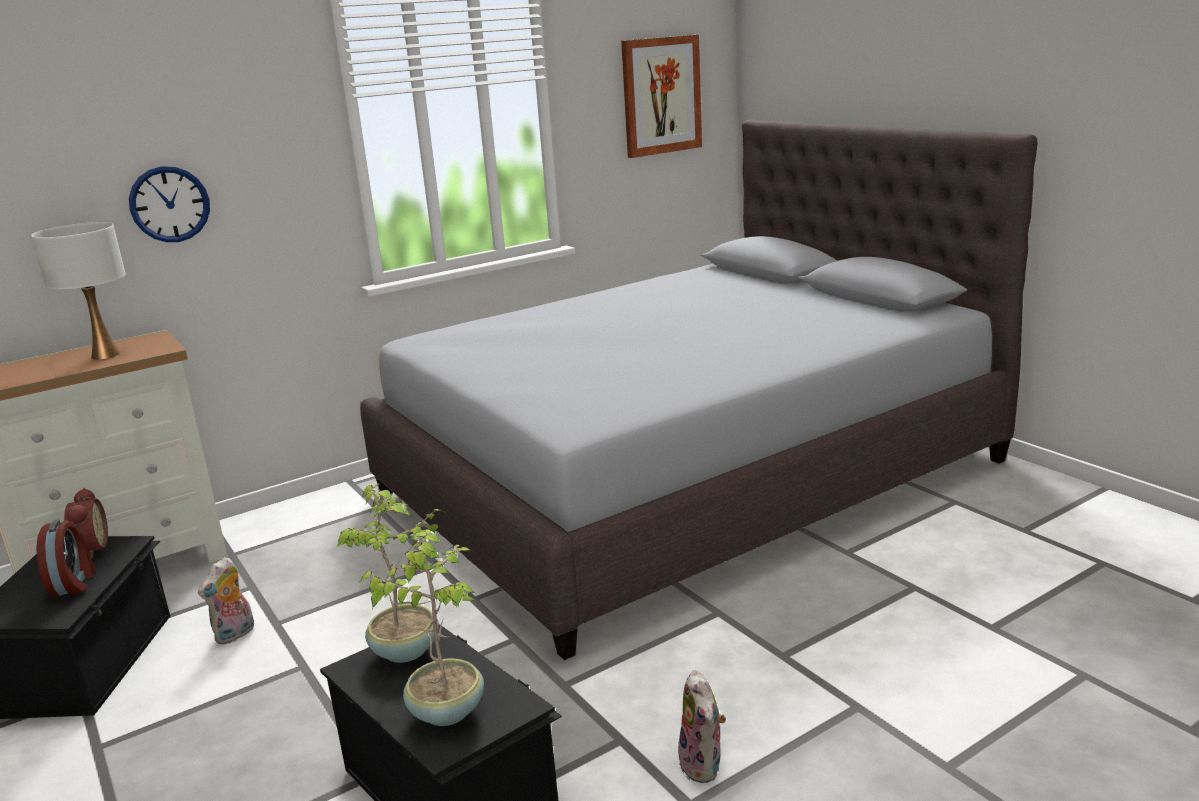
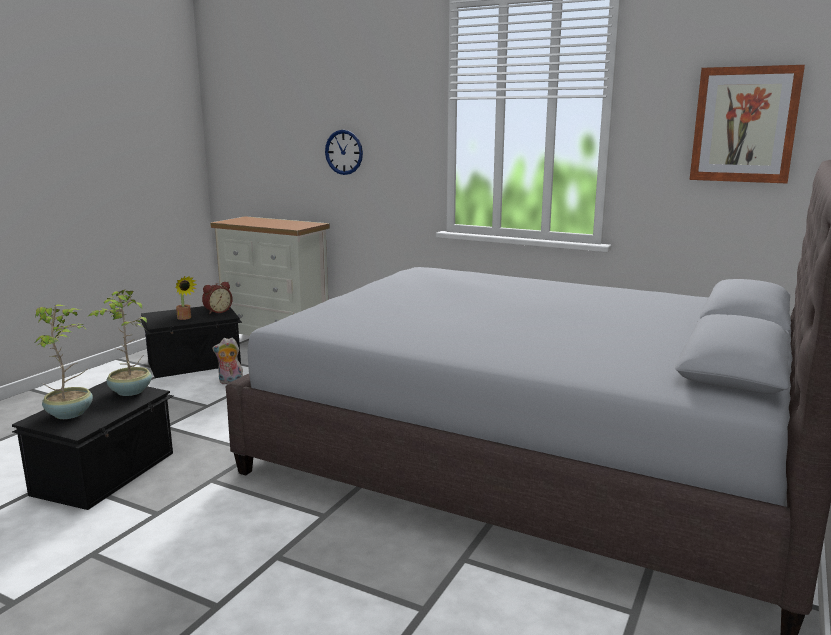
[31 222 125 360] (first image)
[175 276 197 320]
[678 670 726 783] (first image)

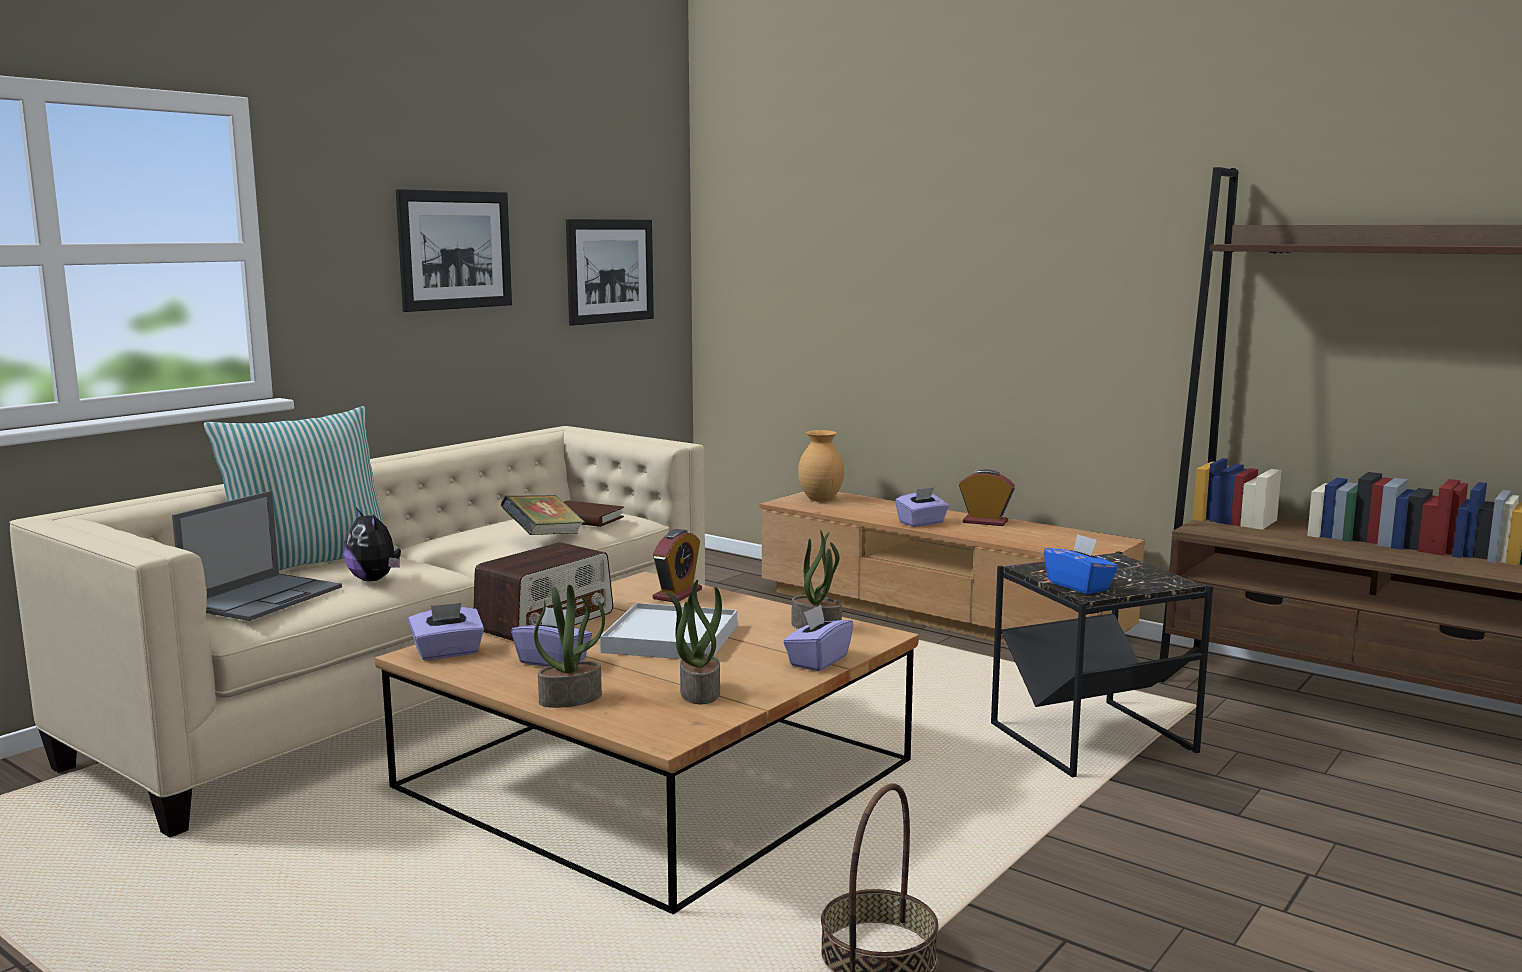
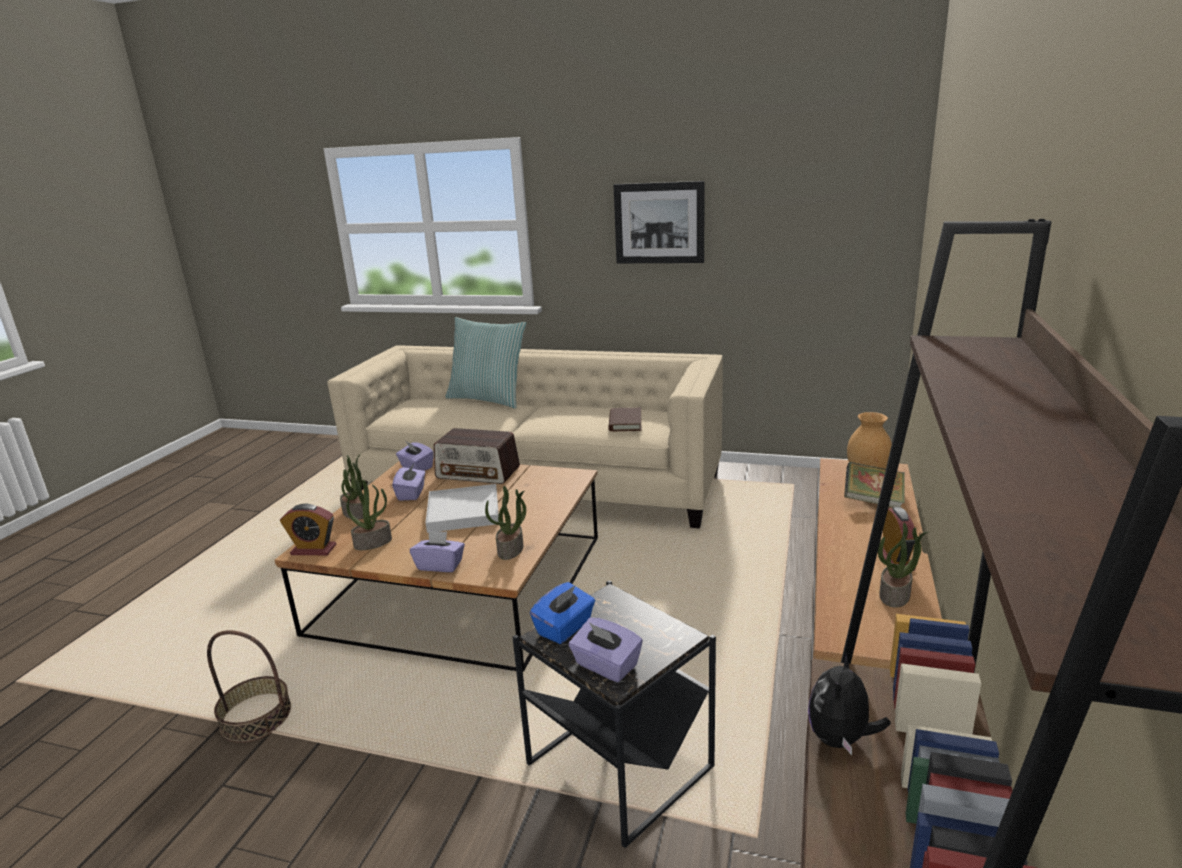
[172 491 342 621] (first image)
[808 651 891 755]
[844 462 905 508]
[566 219 654 326] (first image)
[280 503 336 555]
[569 617 643 682]
[878 523 929 608]

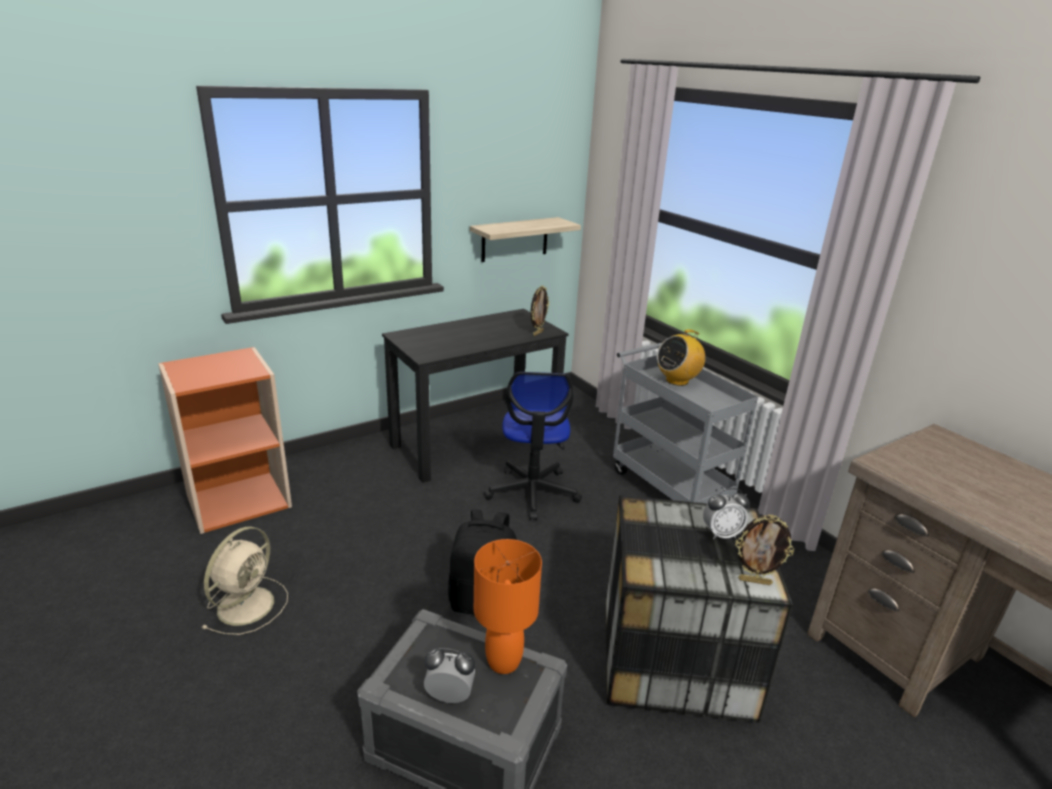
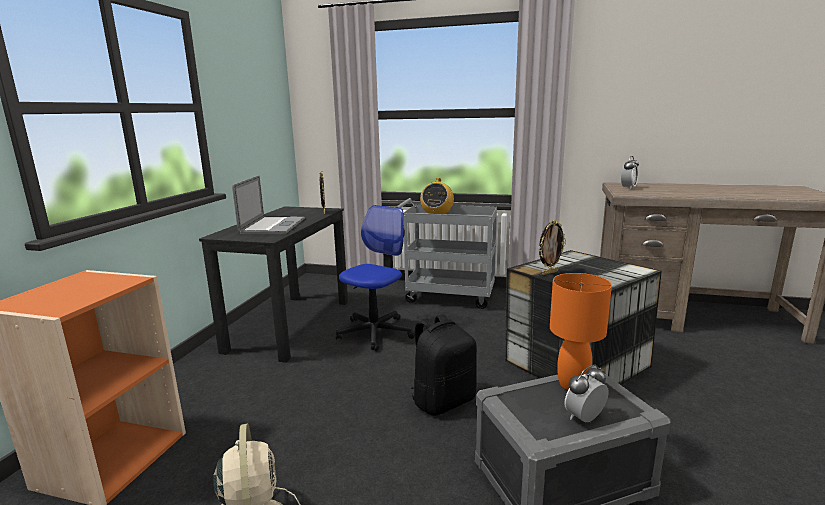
[470 217 581 262] (first image)
[336 205 415 351]
[621 156 639 189]
[539 220 566 275]
[232 175 305 234]

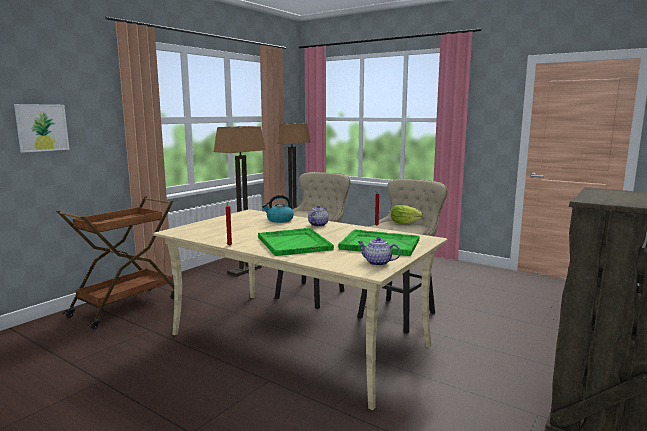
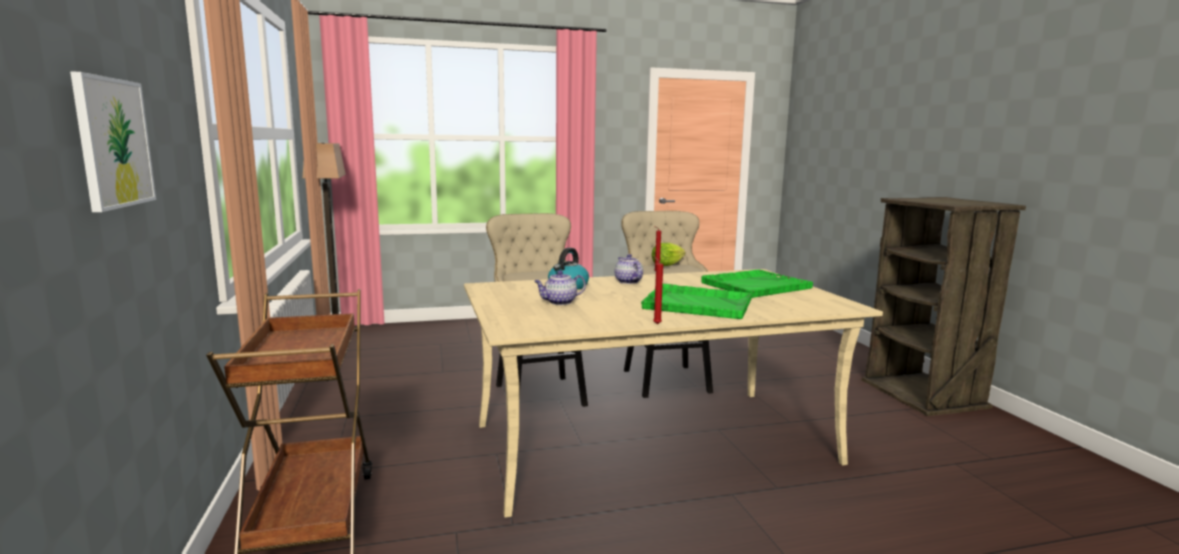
[214 126 266 277] (first image)
[534 270 586 305]

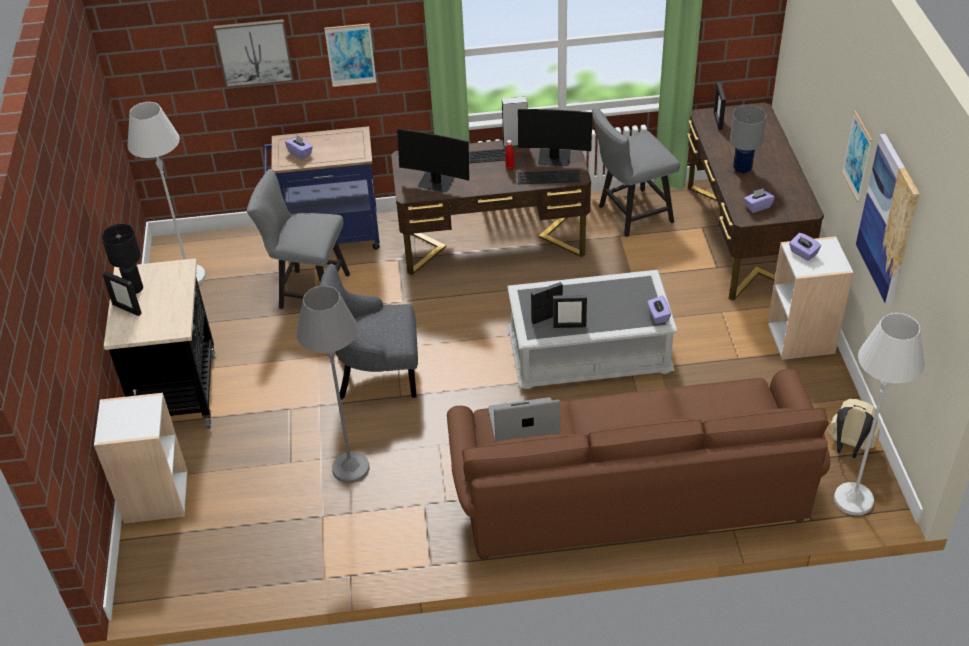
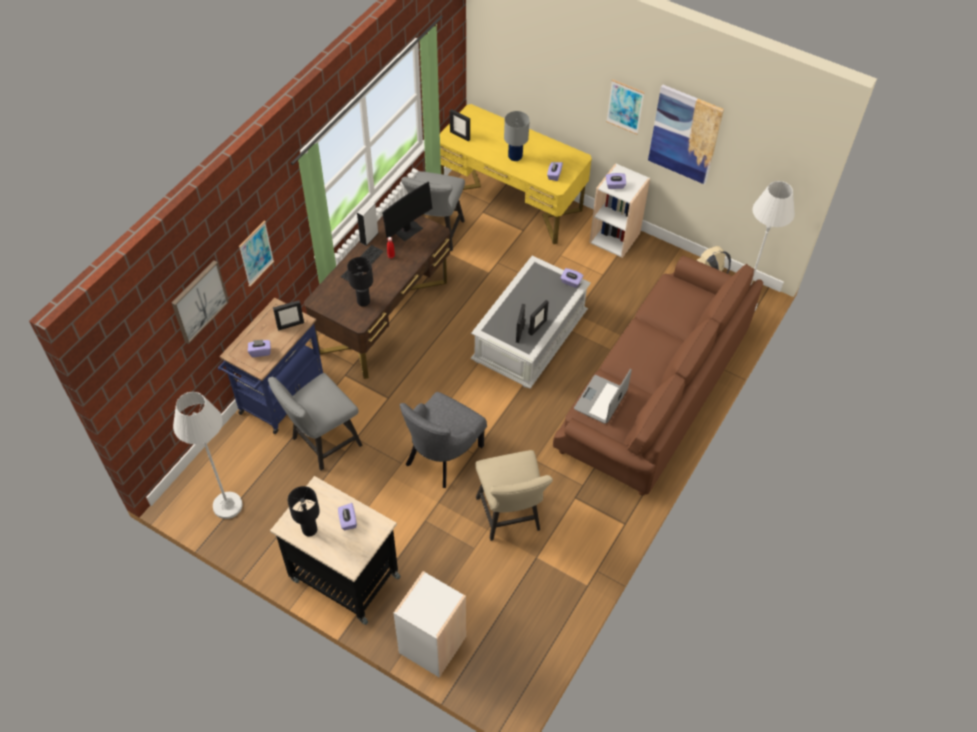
[273 300 304 331]
[475 450 553 541]
[347 257 373 307]
[518 170 580 184] (first image)
[440 104 592 244]
[338 503 357 530]

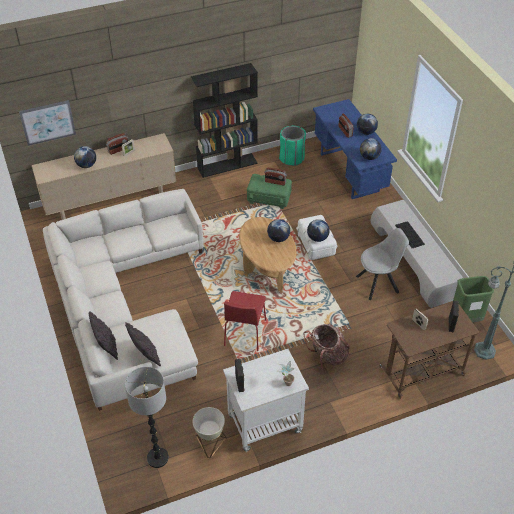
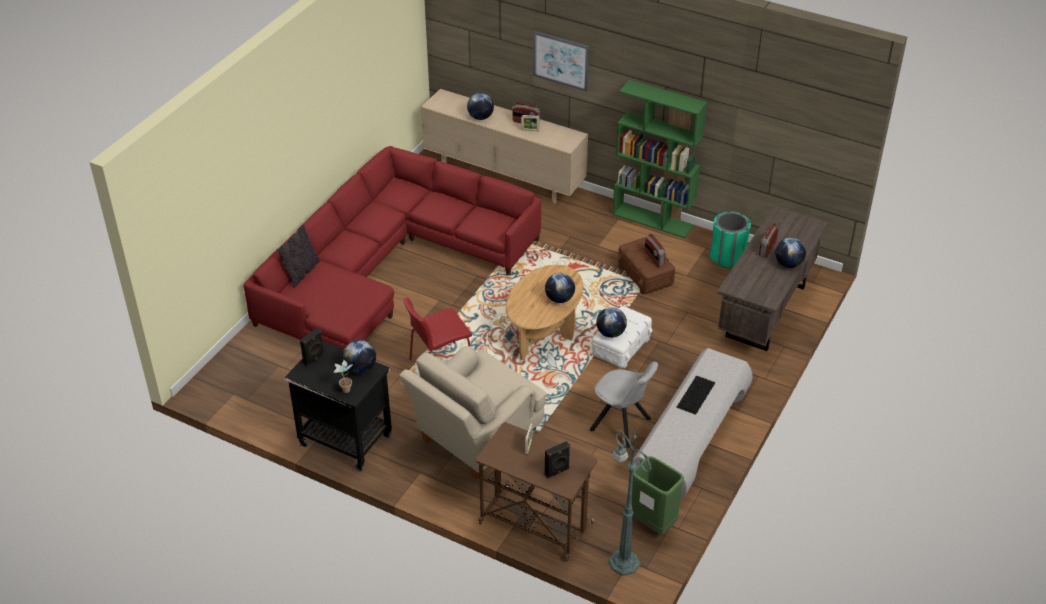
[533 31 589 92]
[243 146 541 349]
[125 322 161 366] (first image)
[125 367 169 468] (first image)
[612 80 707 238]
[193 407 226 458] (first image)
[284 341 392 471]
[617 237 675 295]
[399 346 546 480]
[717 206 828 351]
[342 340 376 374]

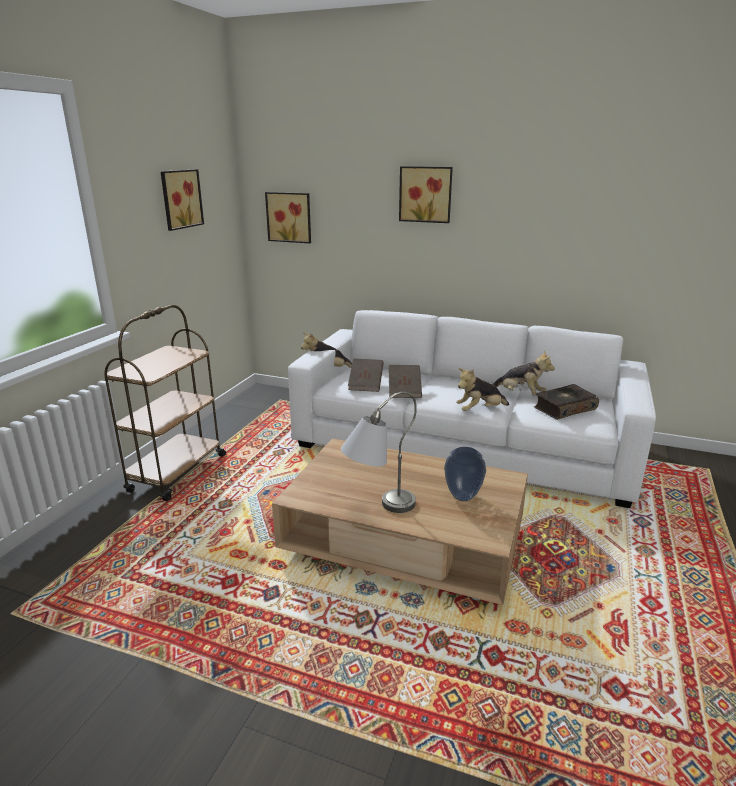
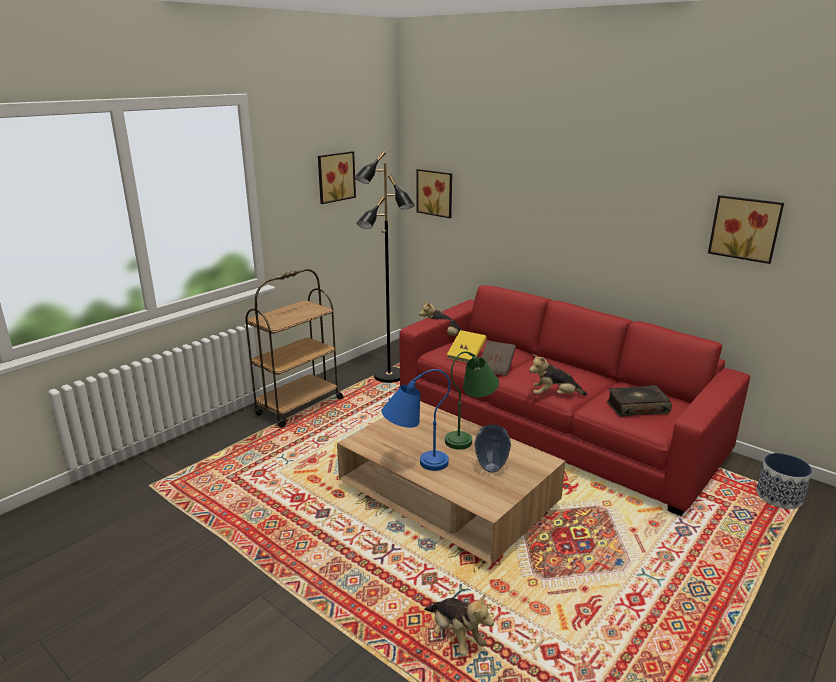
[399 285 750 516]
[381 369 450 471]
[447 330 487 363]
[708 195 784 264]
[424 594 494 656]
[354 151 415 383]
[445 351 499 450]
[756 453 812 509]

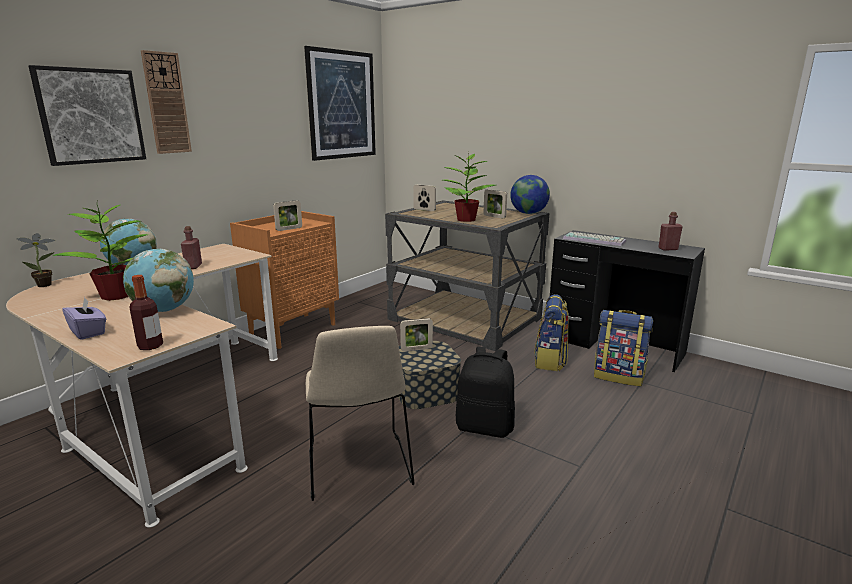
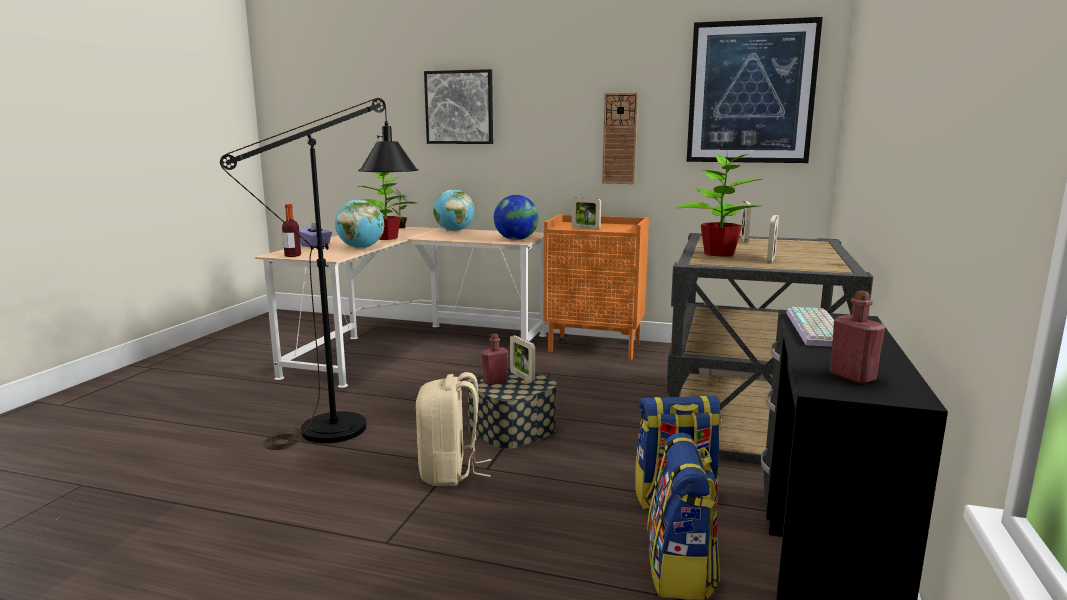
[602 93 638 184]
[482 333 508 385]
[220 98 419 450]
[416 372 491 486]
[494 195 539 240]

